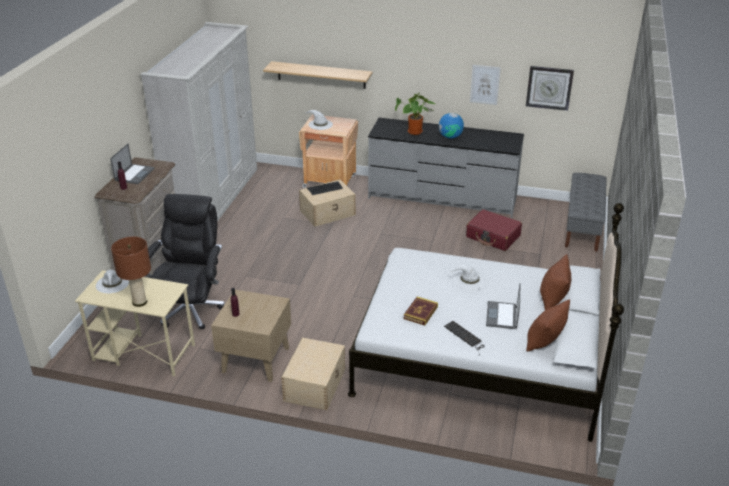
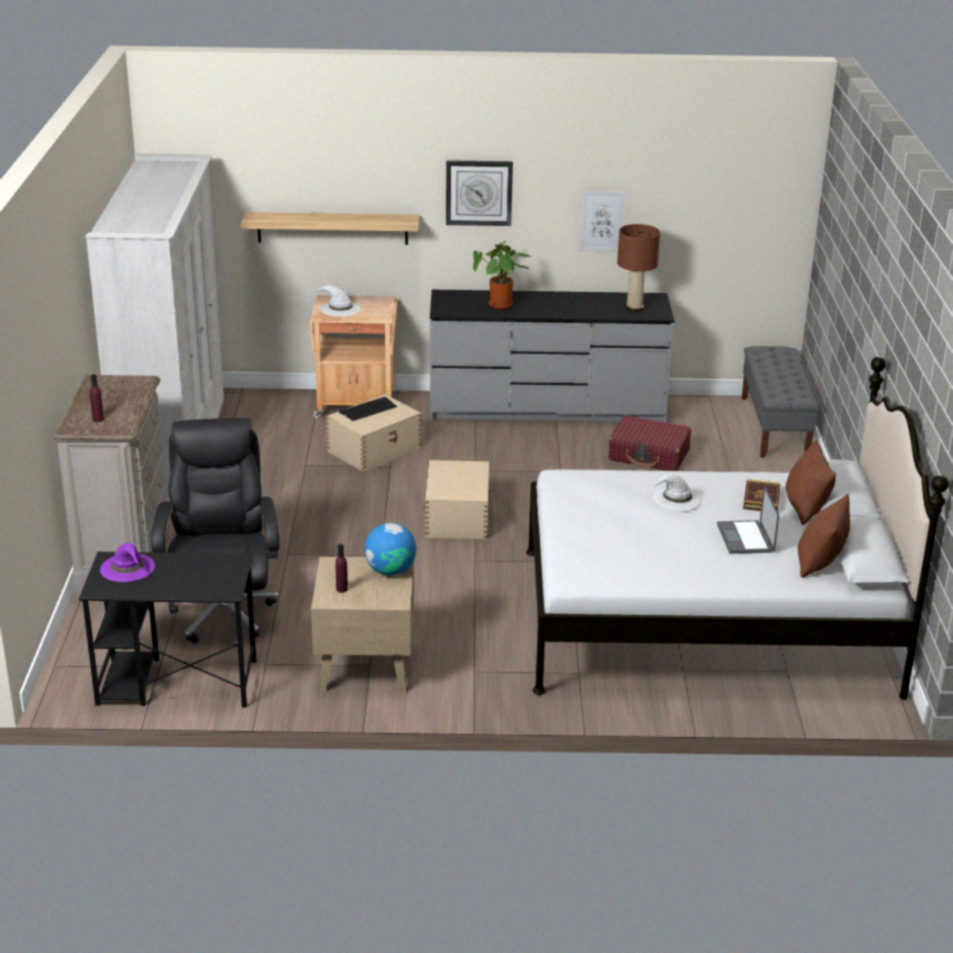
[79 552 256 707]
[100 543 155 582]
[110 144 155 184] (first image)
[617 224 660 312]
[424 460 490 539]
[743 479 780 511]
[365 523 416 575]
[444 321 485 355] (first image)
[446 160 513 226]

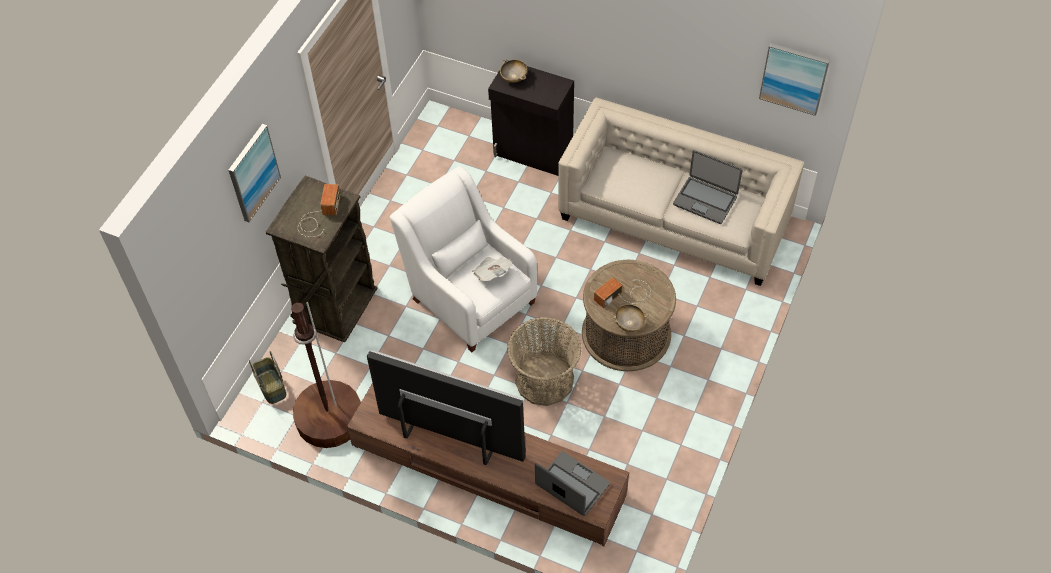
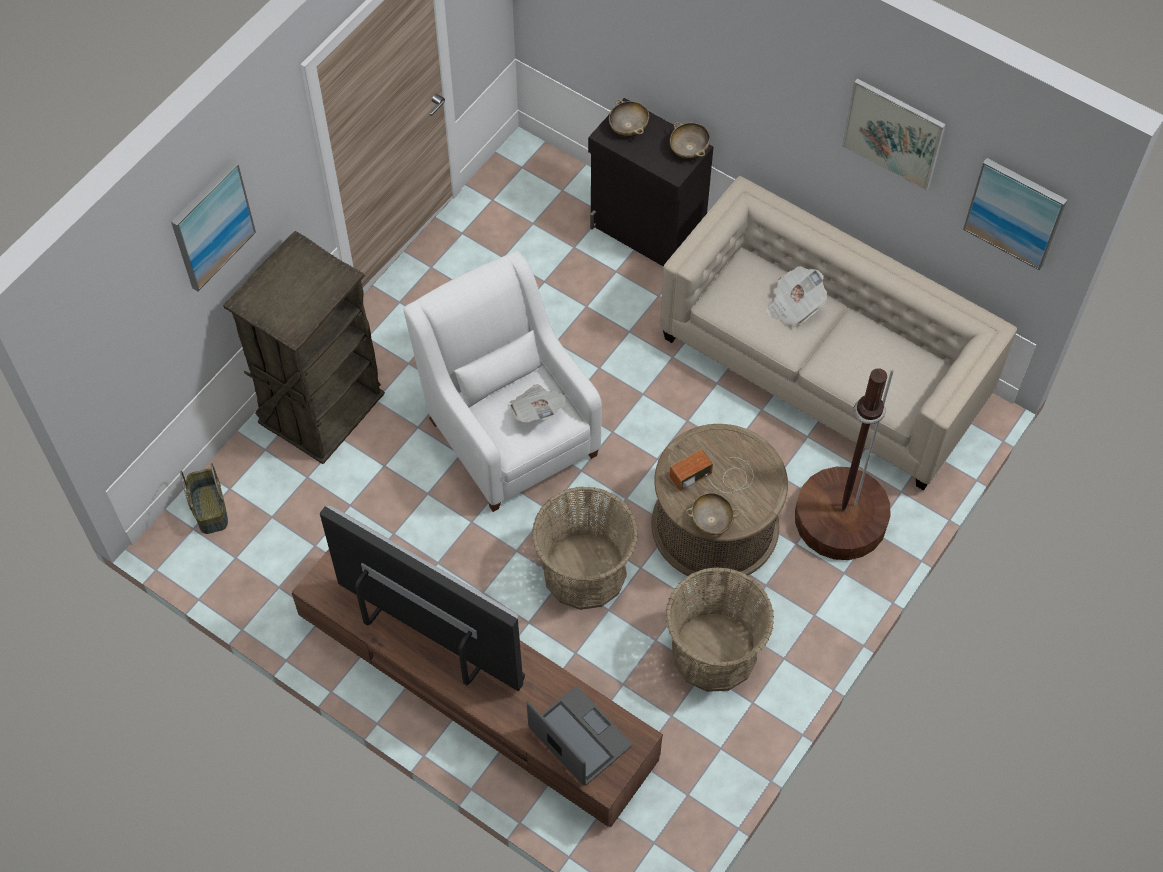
[795 368 894 560]
[298 184 340 237] (first image)
[673 150 743 224] (first image)
[666 567 774 692]
[670 122 710 158]
[766 266 827 328]
[842 78 946 191]

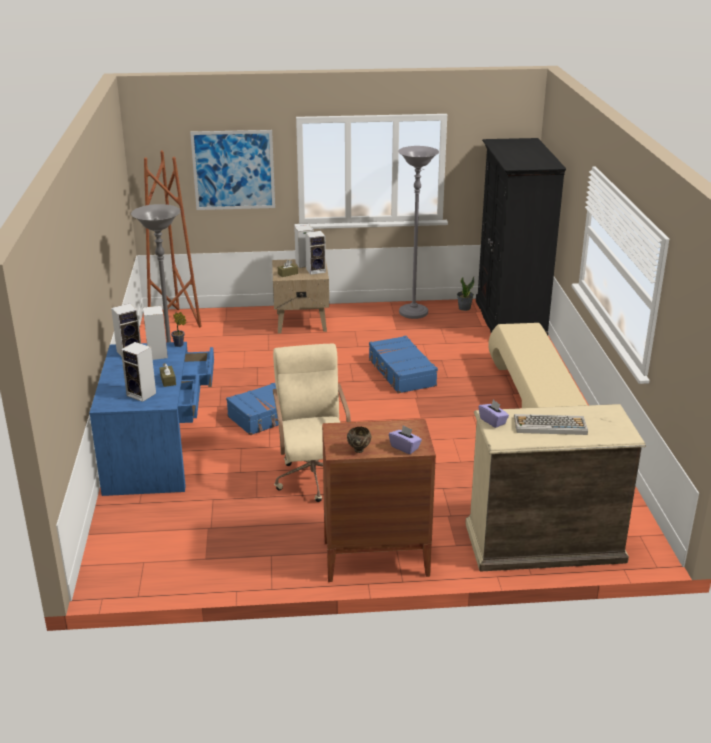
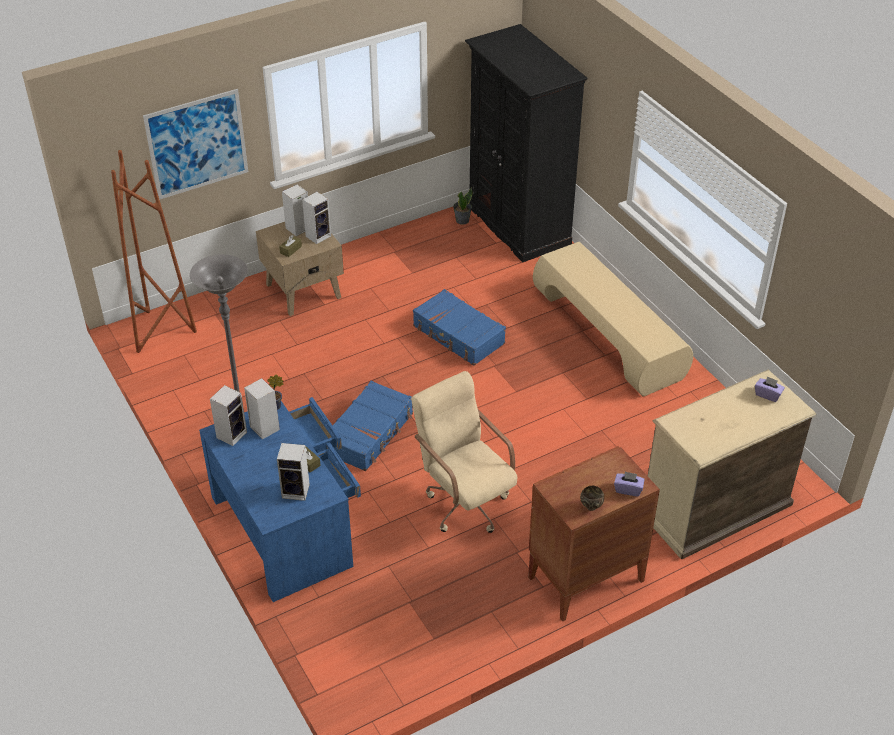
[398 146 439 319] (first image)
[755 376 785 402]
[514 414 588 435] (first image)

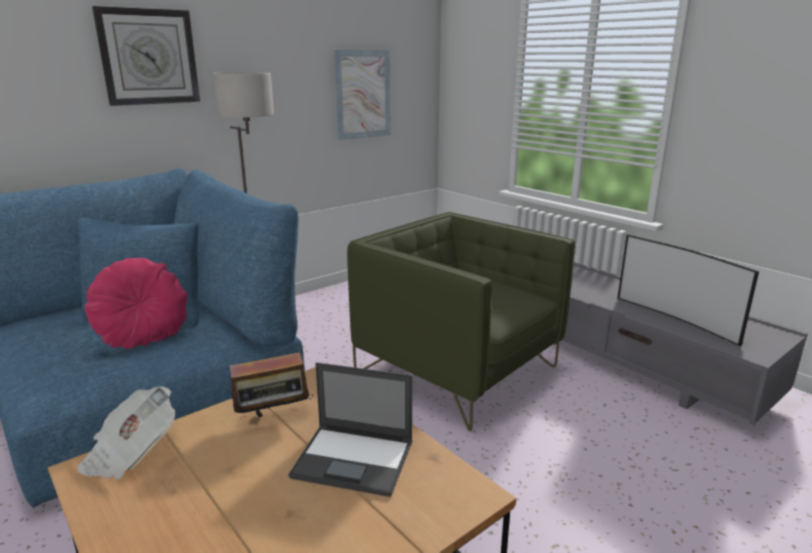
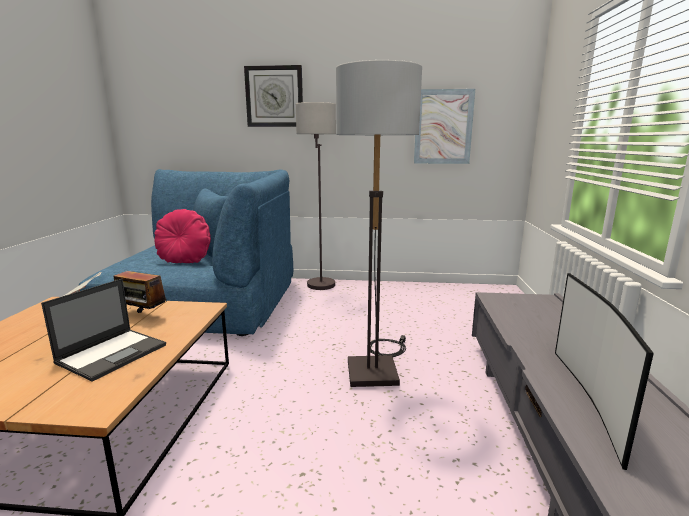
[41 279 166 382]
[336 60 422 387]

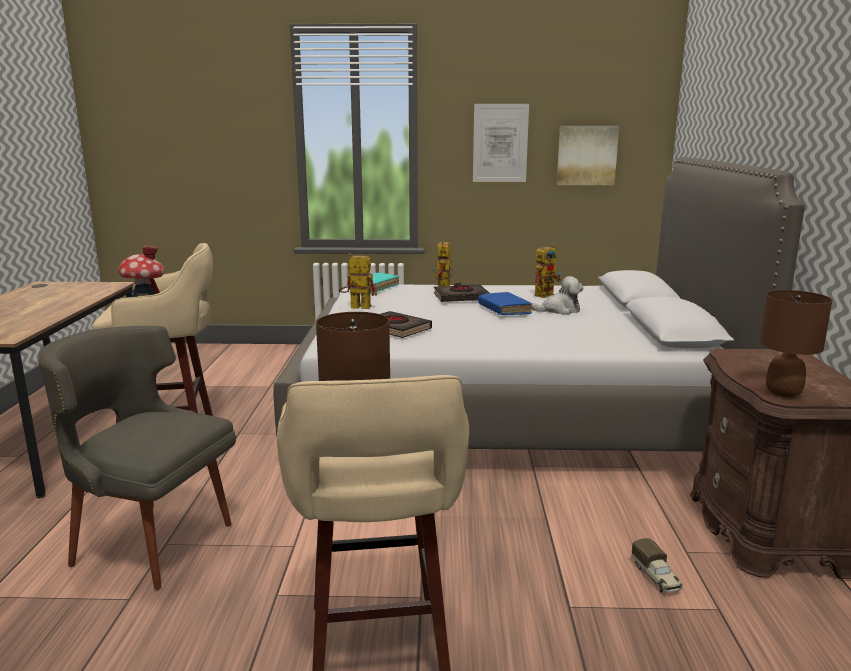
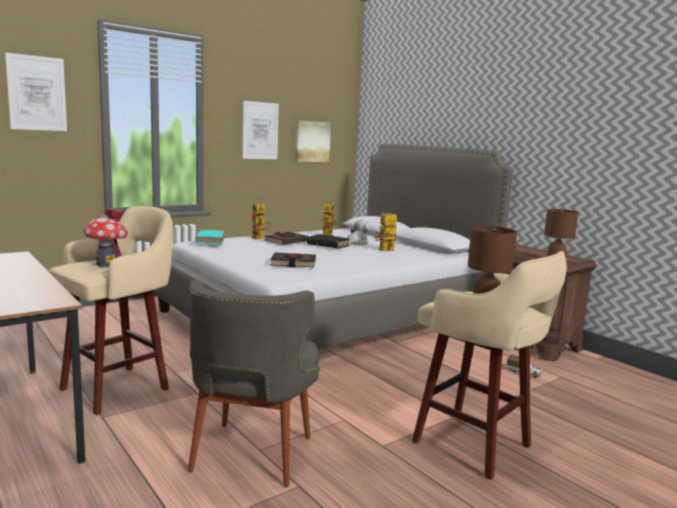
[188 280 319 487]
[375 212 397 251]
[307 234 350 248]
[5 52 67 131]

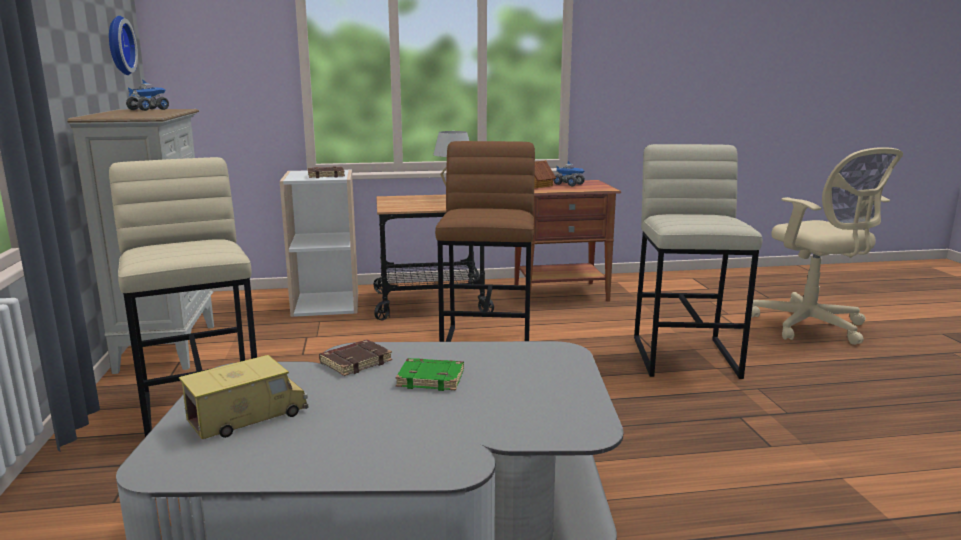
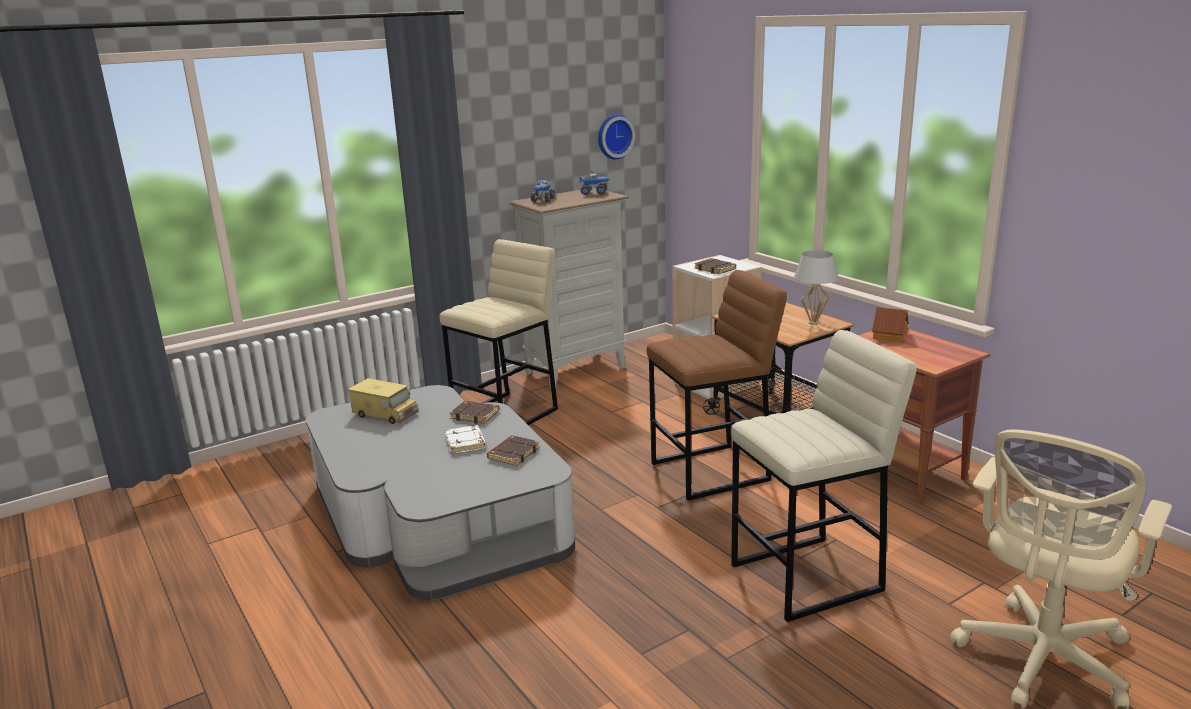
[445 425 486 454]
[531 177 555 202]
[487 436 540 466]

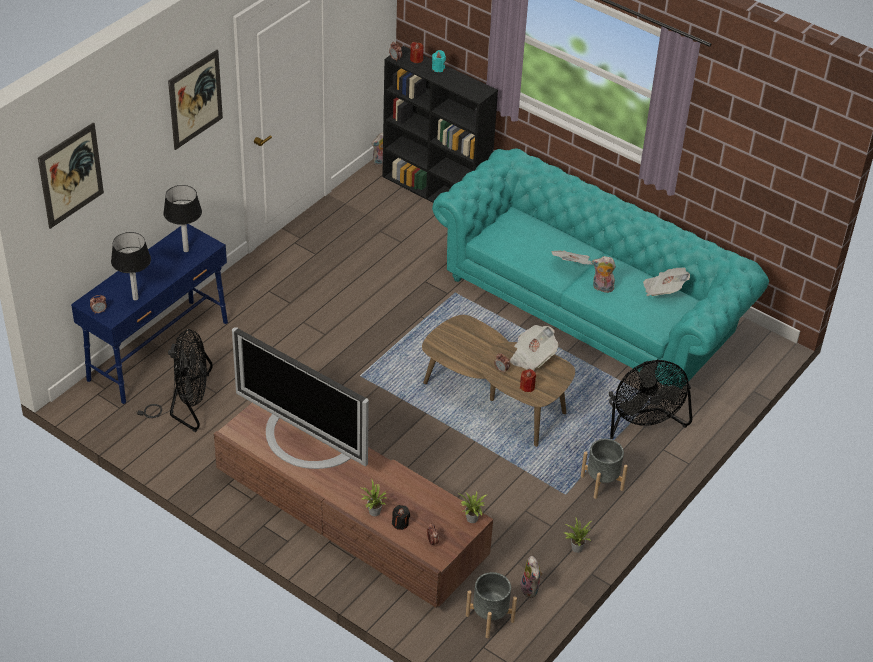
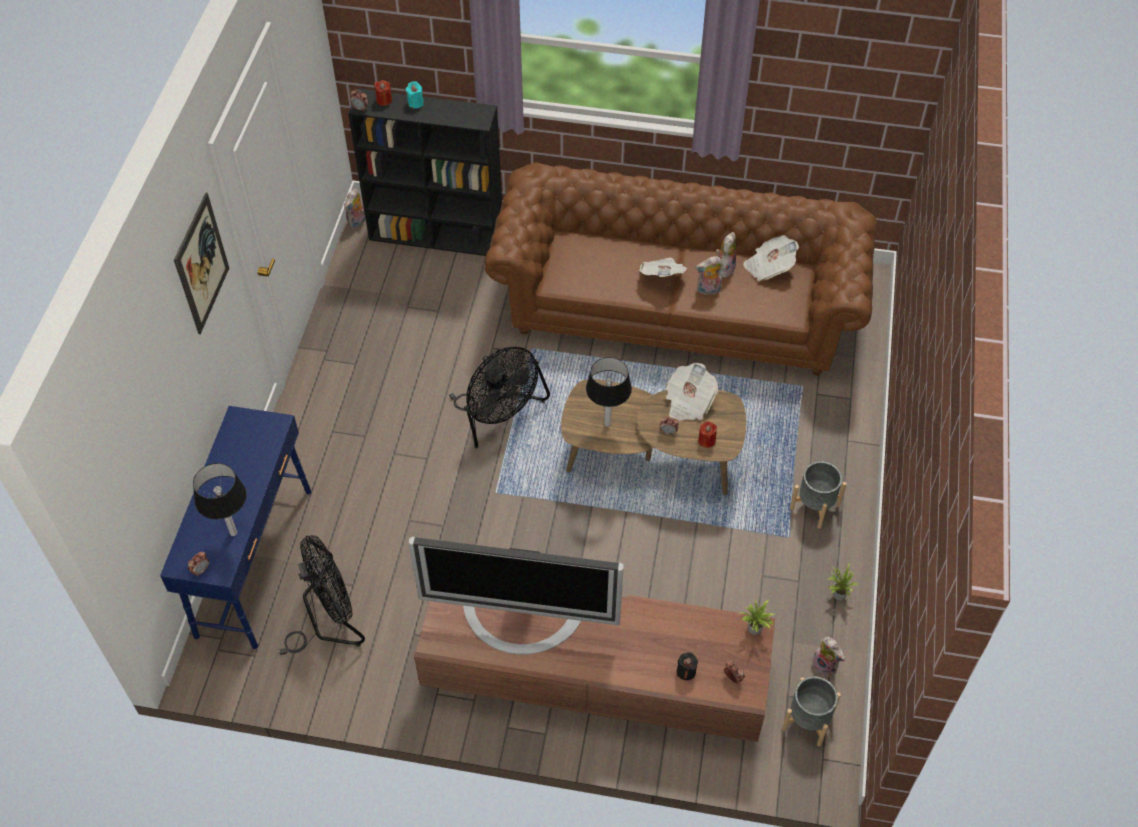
[38 122 104 229] (first image)
[586 357 632 427]
[359 478 387 516] (first image)
[485 162 877 376]
[449 347 550 449]
[716 232 736 278]

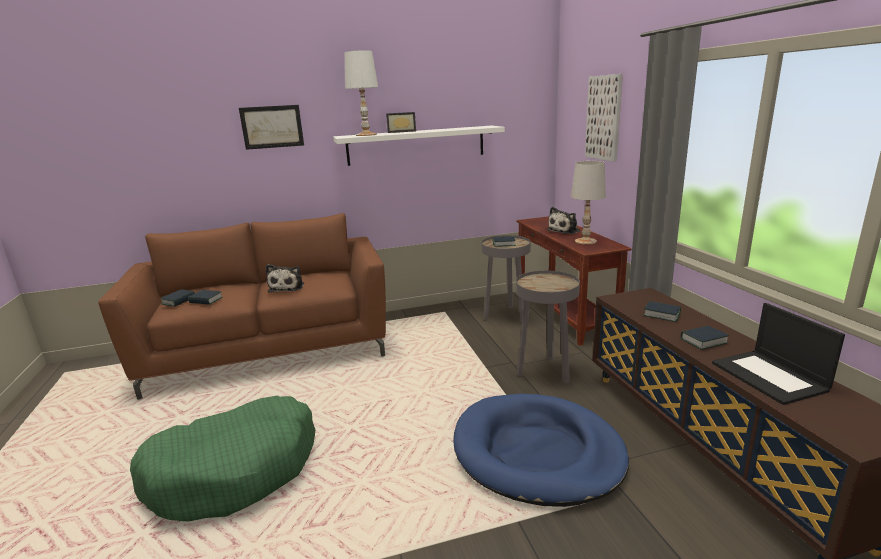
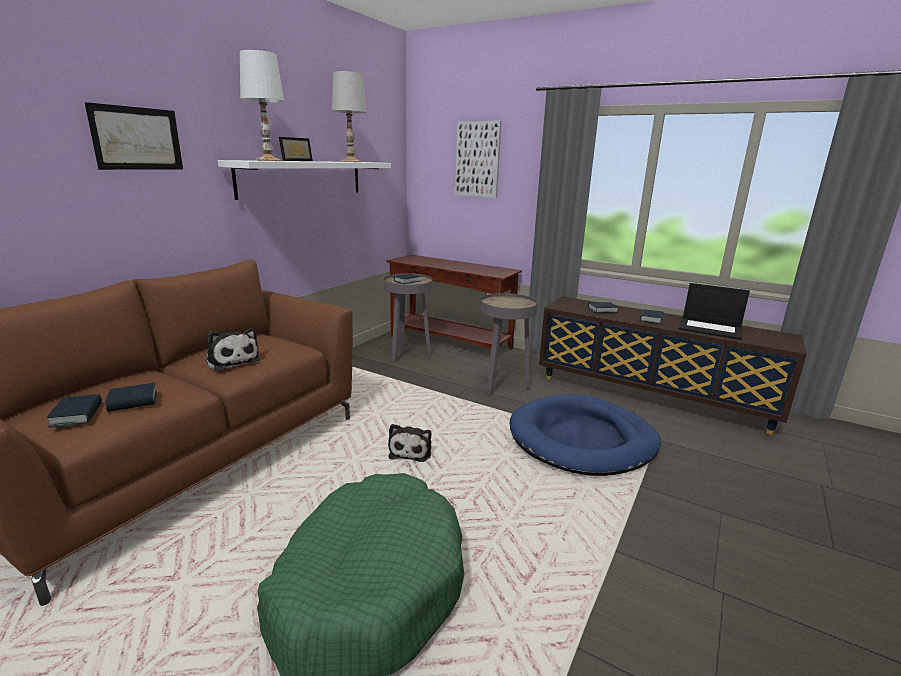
[388 424 431 462]
[332 71 366 162]

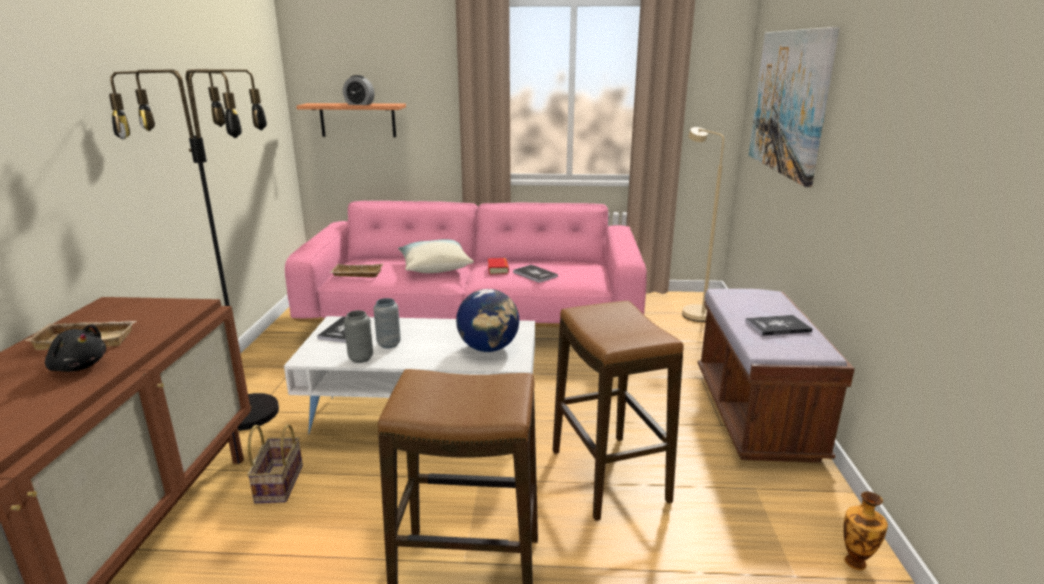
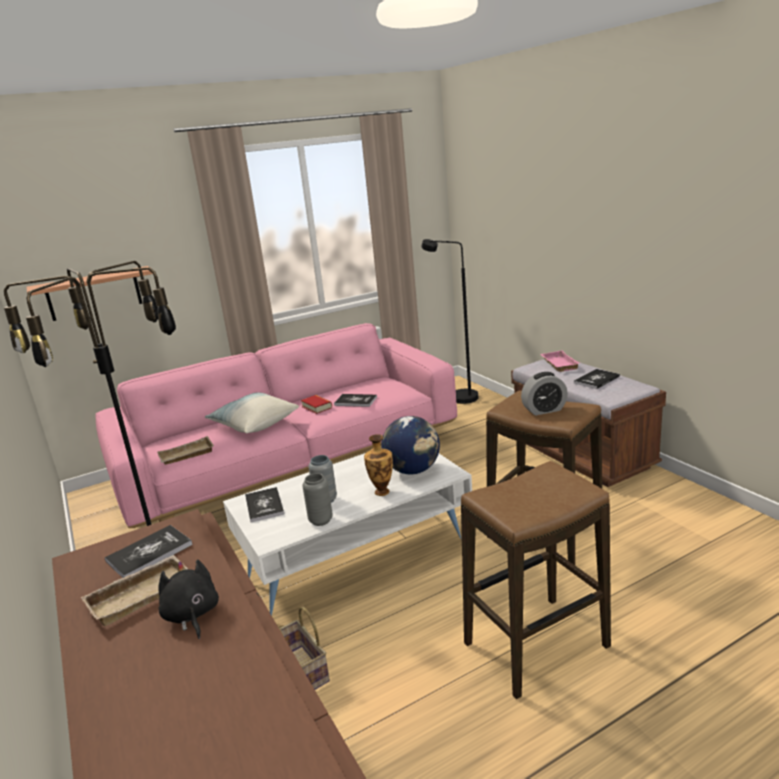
[158 559 219 639]
[521 372 568 416]
[421 239 478 404]
[749 27 840 187] (first image)
[364 434 393 496]
[105 525 193 578]
[540 350 579 372]

